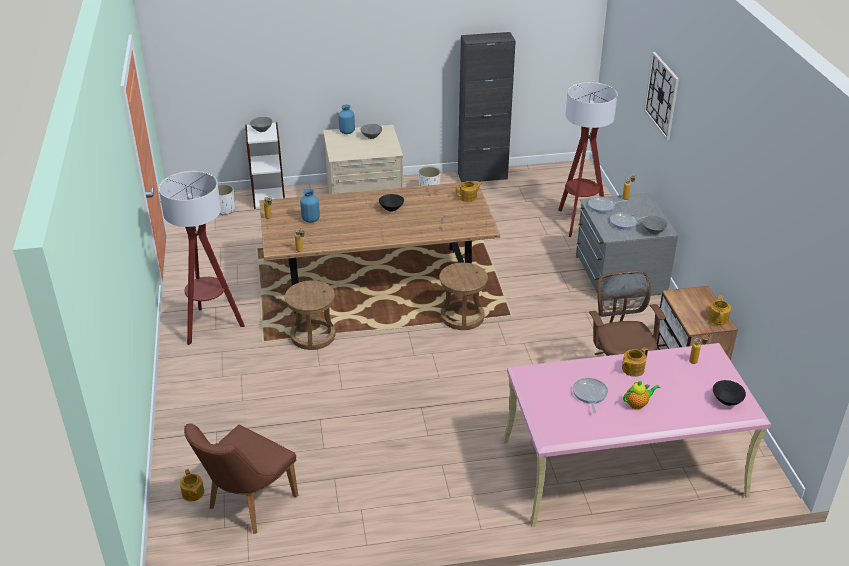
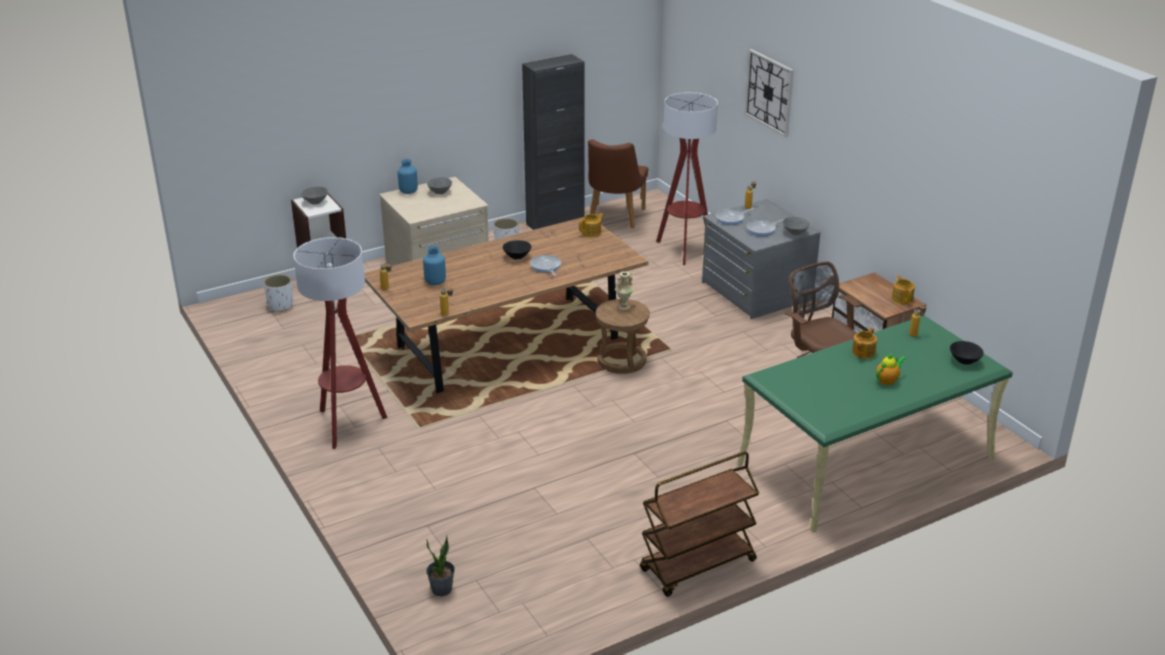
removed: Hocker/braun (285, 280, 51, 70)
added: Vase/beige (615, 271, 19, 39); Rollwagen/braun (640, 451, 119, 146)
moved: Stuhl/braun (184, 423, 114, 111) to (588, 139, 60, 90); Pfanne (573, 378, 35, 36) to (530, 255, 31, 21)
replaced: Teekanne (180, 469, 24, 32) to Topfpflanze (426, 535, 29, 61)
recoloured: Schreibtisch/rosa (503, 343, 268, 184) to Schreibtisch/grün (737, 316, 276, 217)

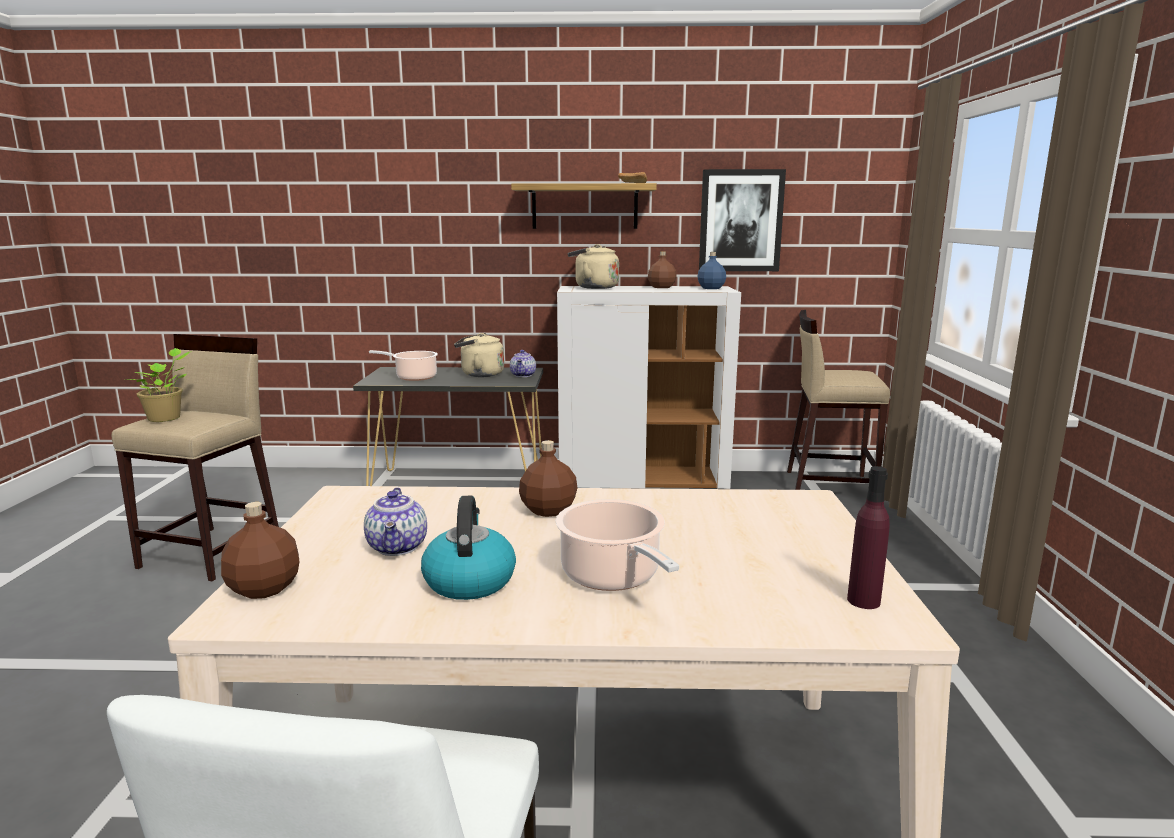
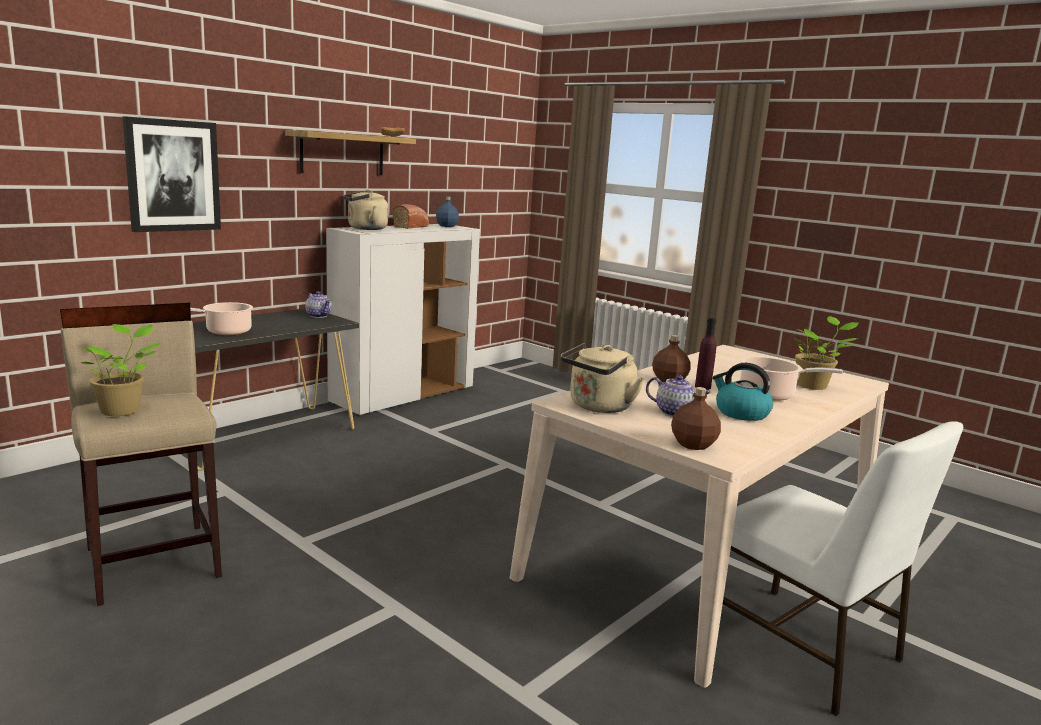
removed: Hocker/beige (787, 310, 103, 180)
added: Topfpflanze (794, 316, 65, 74)
moved: Wasserkessel/beige (454, 333, 50, 44) to (561, 343, 83, 70); Bild (699, 169, 87, 102) to (123, 116, 98, 116); Flasche/lila (847, 466, 43, 143) to (695, 318, 21, 72)
replaced: Flasche/braun (648, 251, 29, 37) to Brot (392, 204, 37, 25)

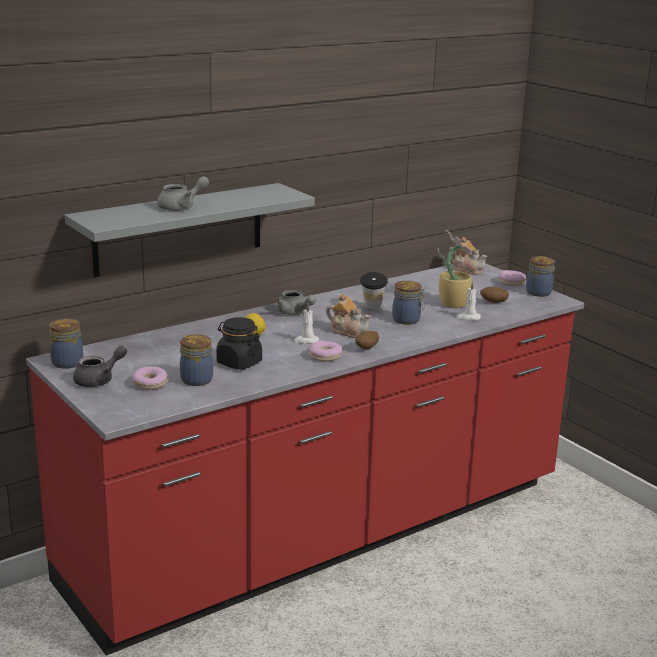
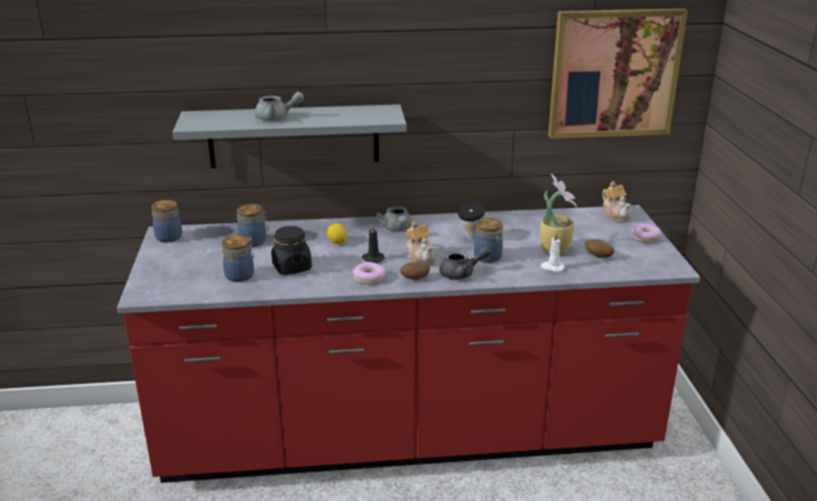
removed: Donut (132, 366, 36, 24)
added: Bild (548, 8, 140, 131)
moved: Teekanne/grau (73, 345, 54, 42) to (439, 247, 52, 32); Vorratsglas (526, 256, 30, 41) to (237, 204, 32, 43)
recoloured: Kerze/weiß (294, 303, 25, 41) to Kerze/schwarz (362, 224, 23, 39)

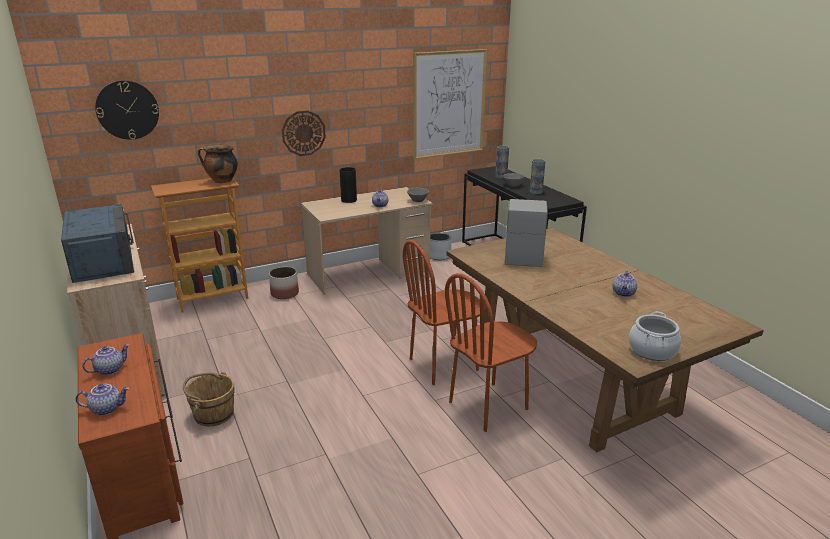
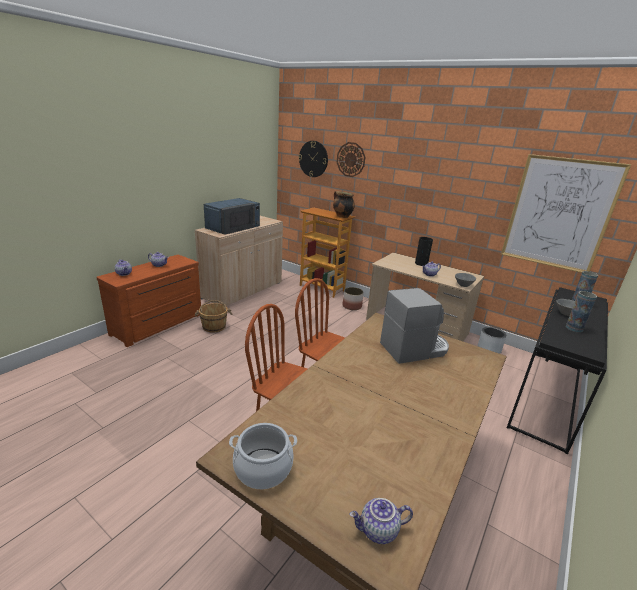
moved: Wanduhr (282, 111, 44, 45) to (337, 142, 28, 35); Teekanne (613, 271, 24, 26) to (349, 498, 64, 46)

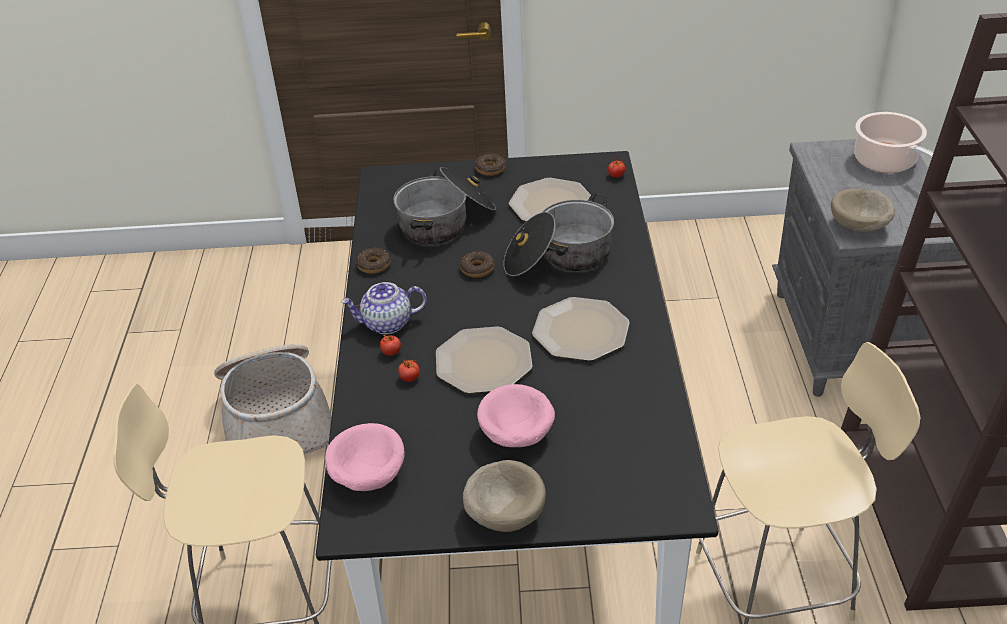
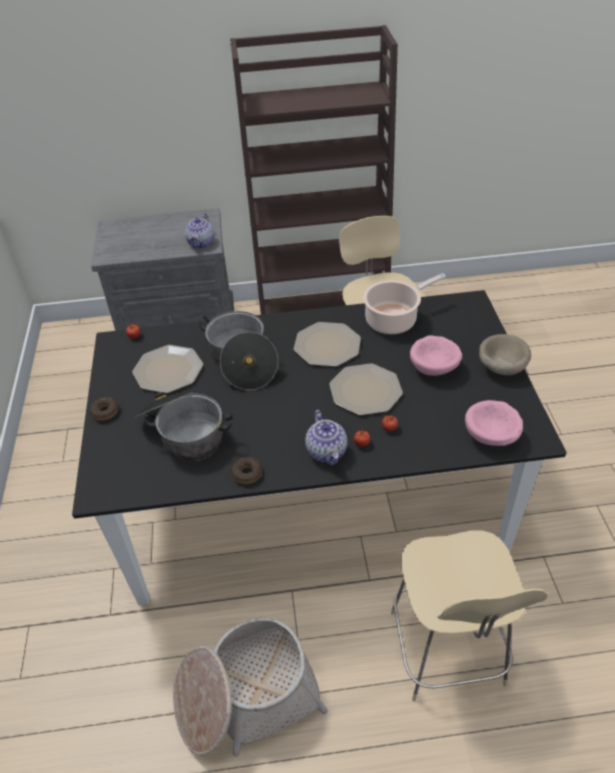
removed: Donut (460, 251, 35, 27)
moved: Kochtopf (854, 112, 80, 61) to (363, 273, 83, 61)
replaced: Schüssel/beige (831, 188, 64, 44) to Teekanne (185, 213, 29, 35)

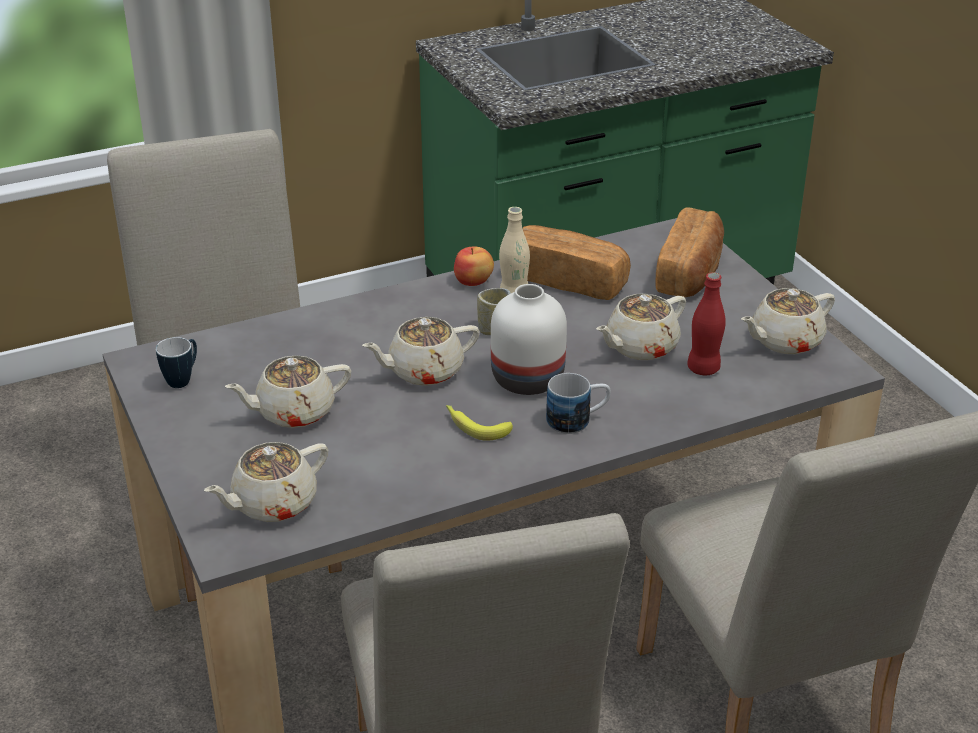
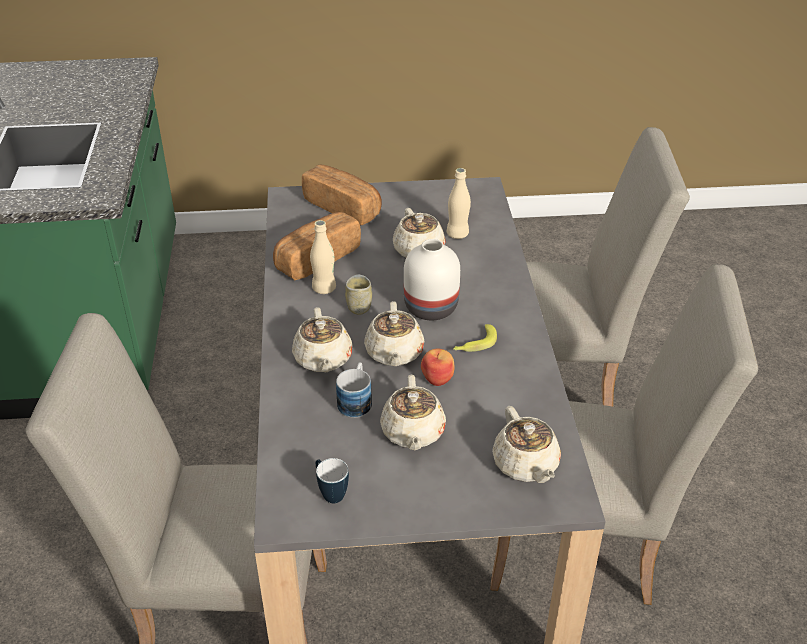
moved: Apfel (454, 247, 40, 39) to (421, 349, 33, 37); Henkelbecher (546, 373, 65, 61) to (336, 362, 36, 56); Teekanne/beige (741, 288, 94, 66) to (292, 307, 60, 66)
recoloured: Flasche/rot (687, 273, 39, 102) to Flasche/beige (447, 168, 24, 71)

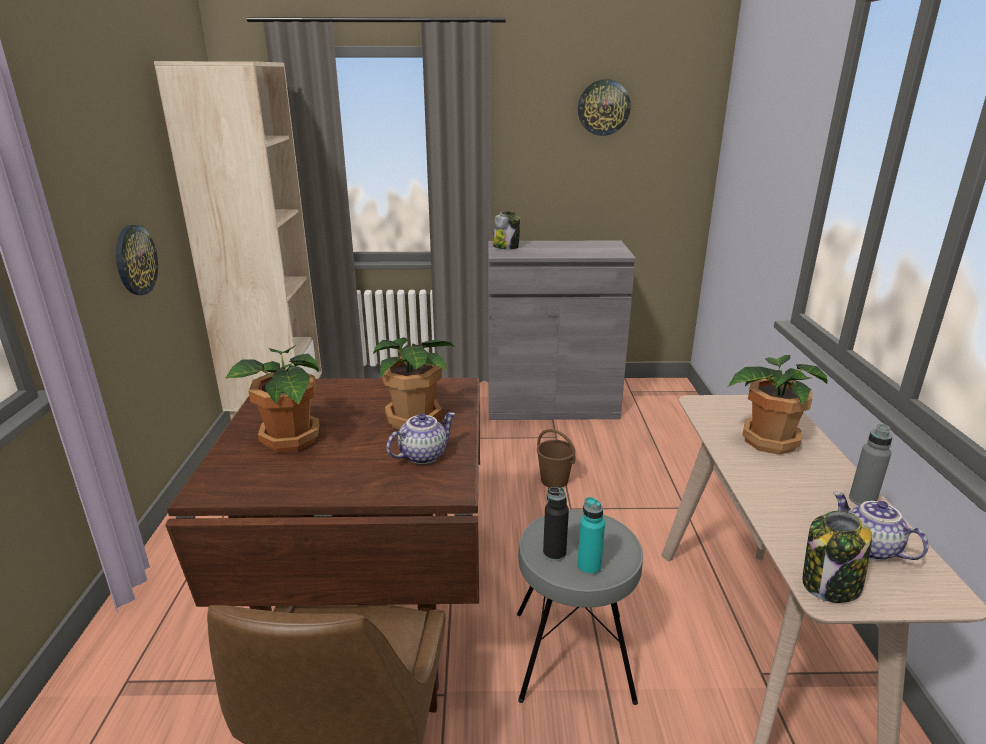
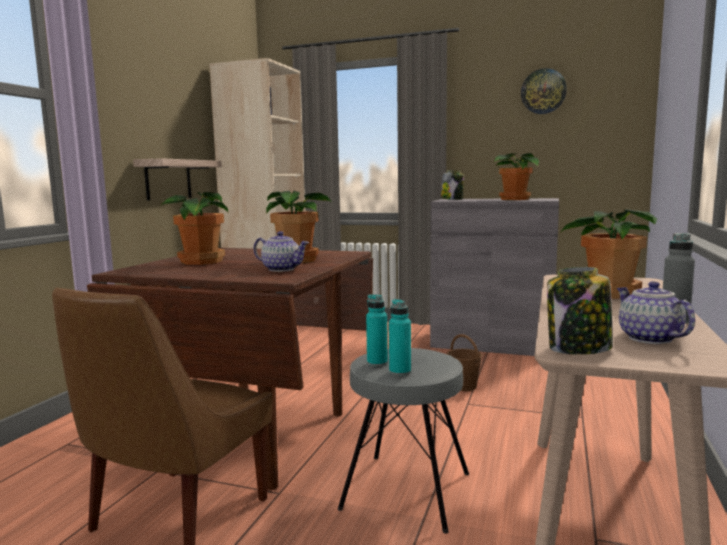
added: Topfpflanze (494, 153, 45, 47)
replaced: Wanduhr (116, 225, 42, 70) to Wandregal (133, 158, 89, 43)
recoloured: Flasche/schwarz (543, 487, 26, 74) to Flasche/türkis (366, 294, 22, 73)
turned: Teekanne (387, 412, 68, 52) = (253, 231, 56, 41) 45 degrees clockwise

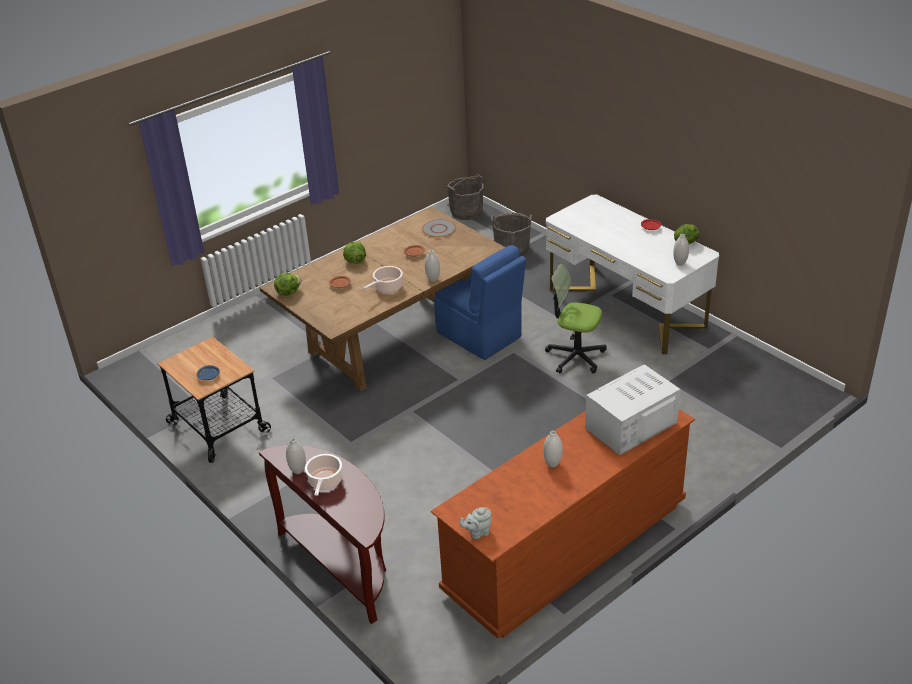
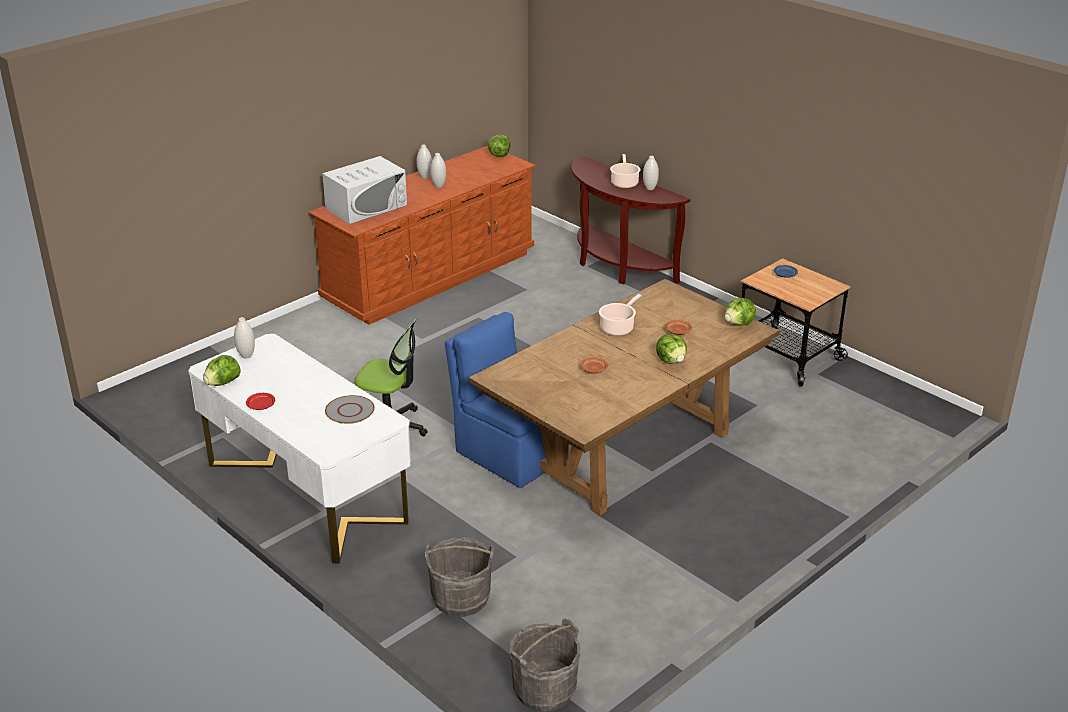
moved: Teller/grau (422, 219, 34, 19) to (325, 395, 50, 29); Vase/weiß (425, 250, 15, 32) to (416, 144, 16, 35)
replaced: Teekanne/grau (460, 507, 31, 32) to Salatkopf (488, 135, 22, 22)

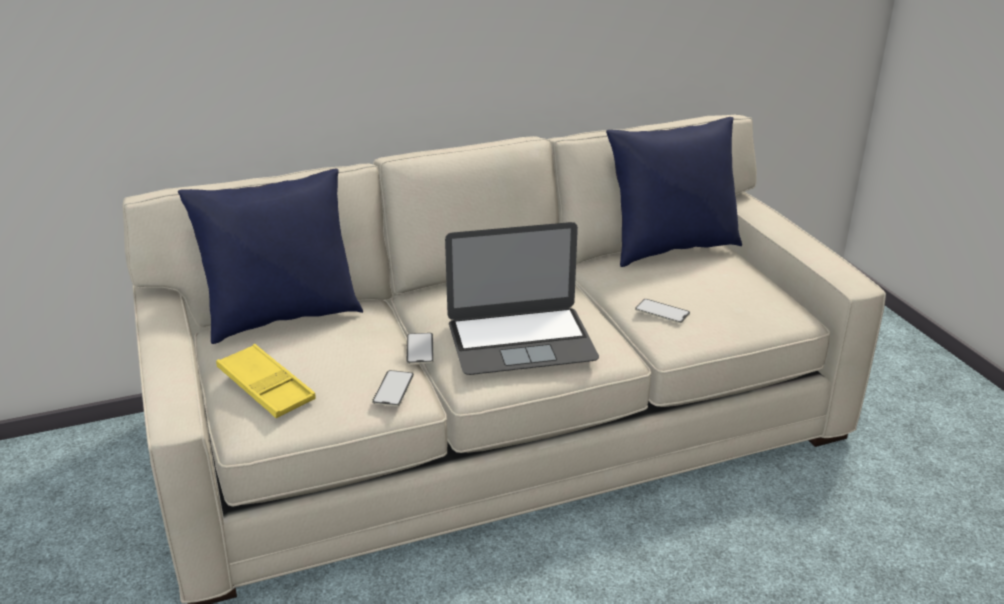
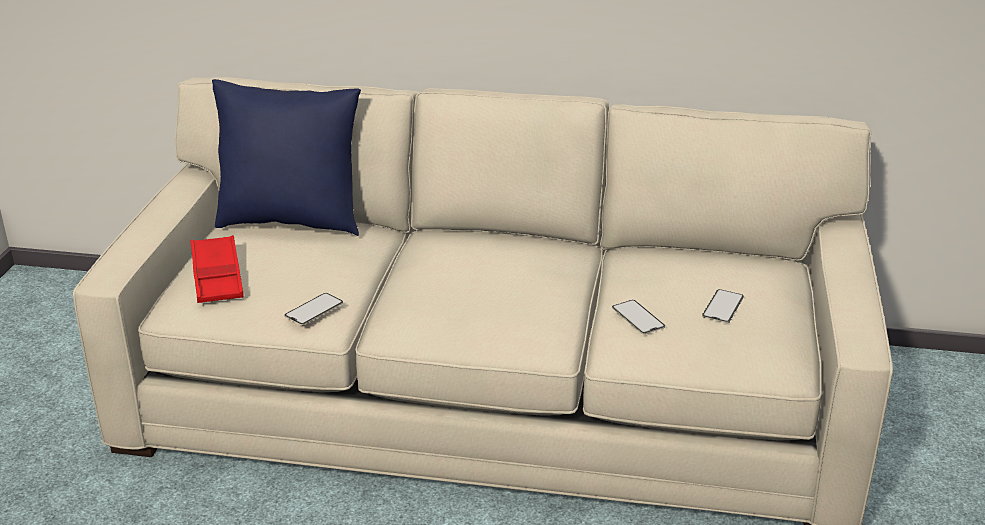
removed: Laptop (445, 222, 154, 153); Kissen/blau (606, 117, 136, 150)
moved: Handy (406, 333, 28, 31) to (702, 289, 42, 34)
recoloured: Tablett/gelb (216, 344, 100, 74) to Tablett/rot (191, 235, 53, 68)

